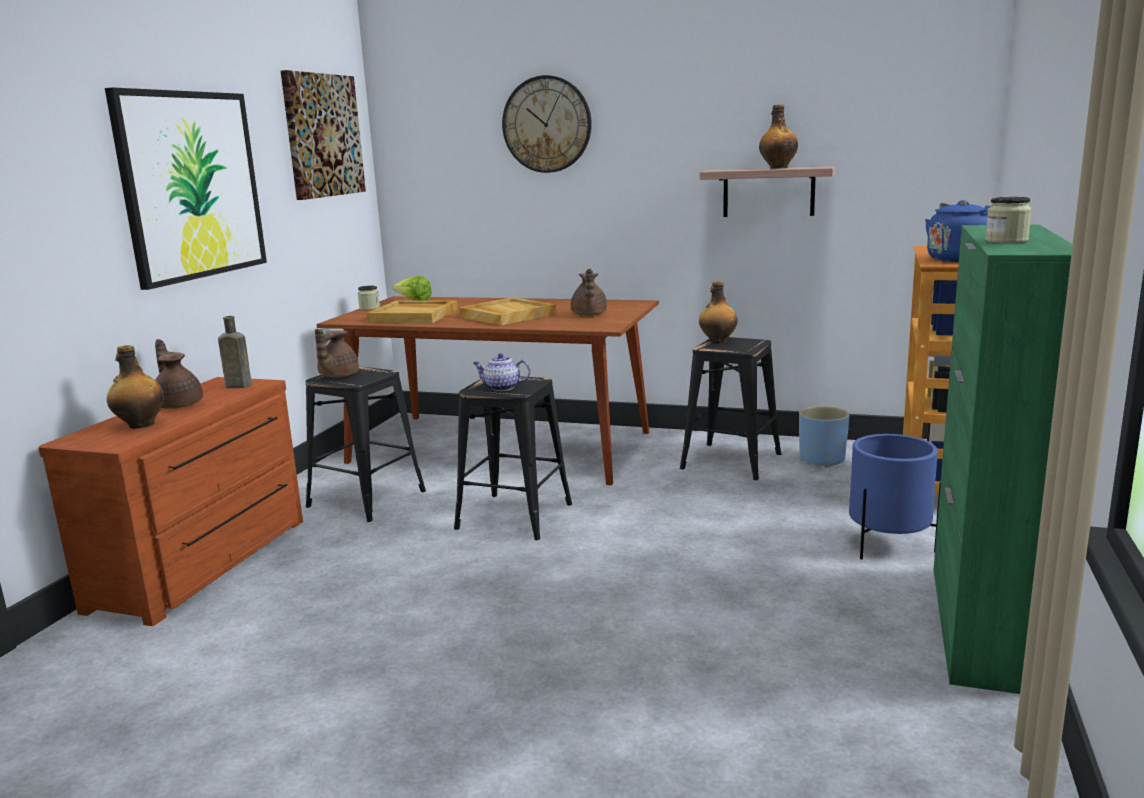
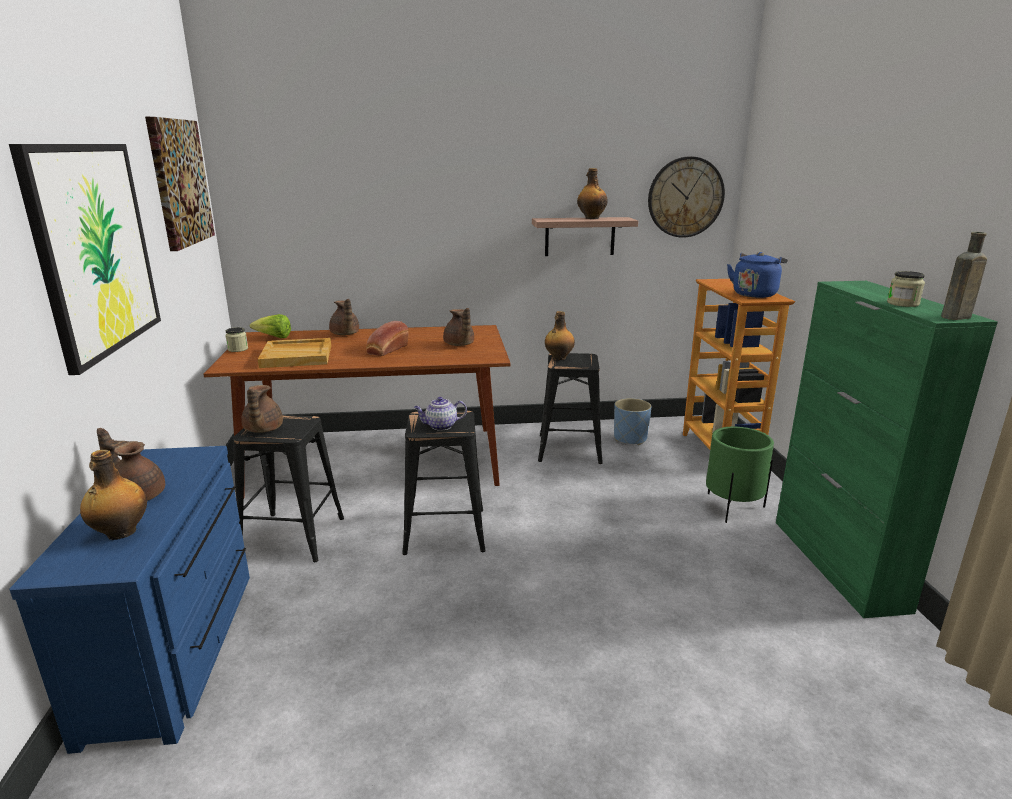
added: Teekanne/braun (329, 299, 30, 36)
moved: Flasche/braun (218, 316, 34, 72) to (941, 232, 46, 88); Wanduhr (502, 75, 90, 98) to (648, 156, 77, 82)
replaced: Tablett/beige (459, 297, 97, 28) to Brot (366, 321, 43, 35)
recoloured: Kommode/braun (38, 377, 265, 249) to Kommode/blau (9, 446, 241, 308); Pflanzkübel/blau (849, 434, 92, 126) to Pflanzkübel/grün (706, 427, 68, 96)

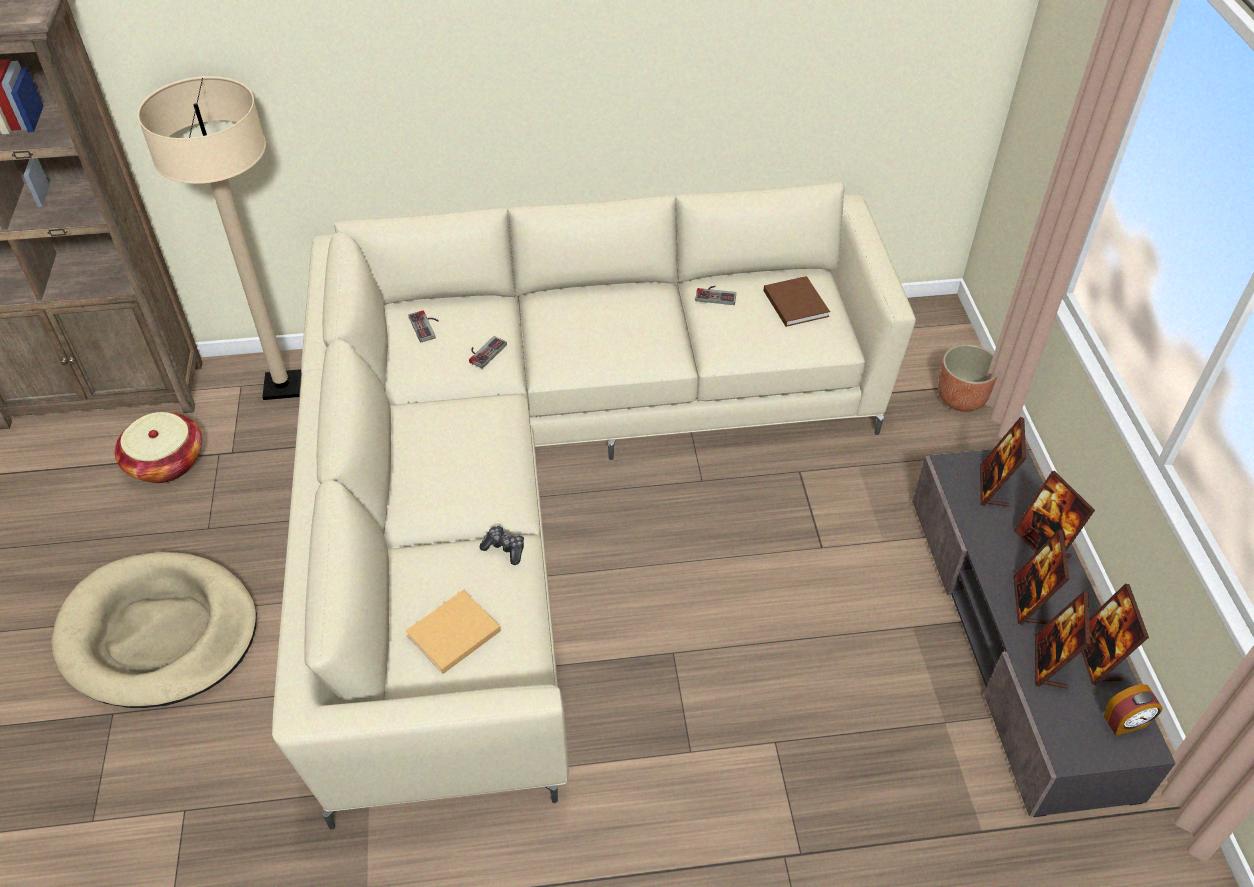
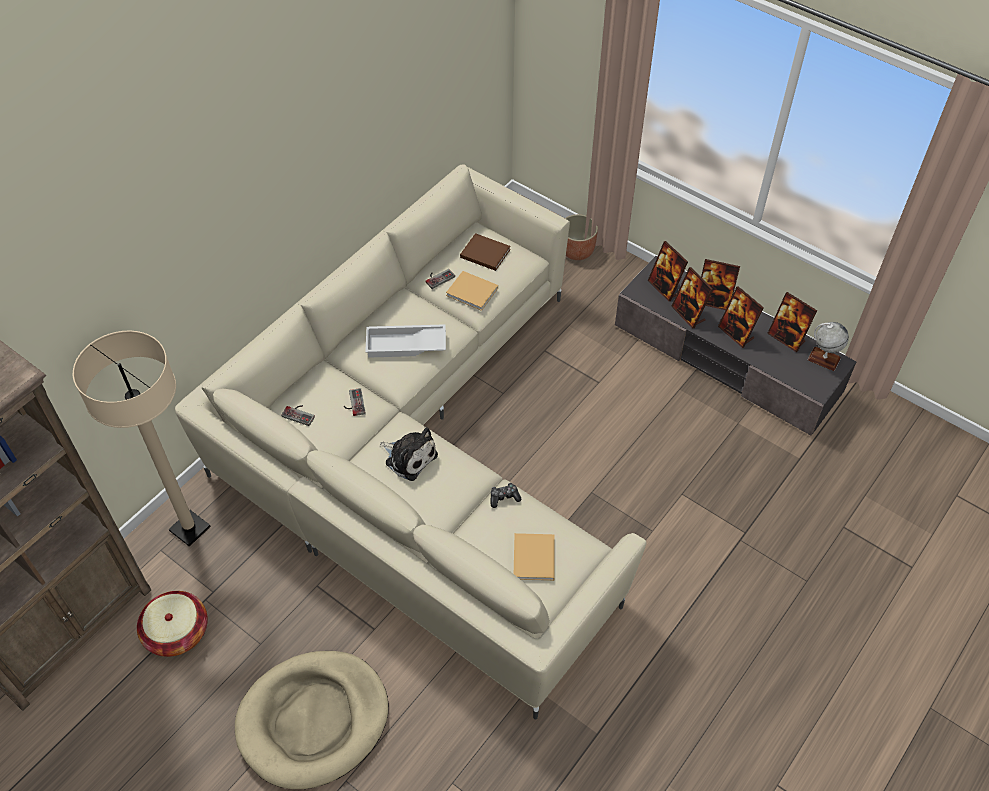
added: Tablett/weiß (365, 324, 81, 34); Plüschtier (380, 427, 58, 54); Buch/beige (446, 271, 52, 40)
moved: Bilderrahmen (1035, 591, 55, 98) to (671, 267, 42, 62)
replaced: Wecker (1104, 684, 59, 52) to Globus (808, 322, 41, 49)

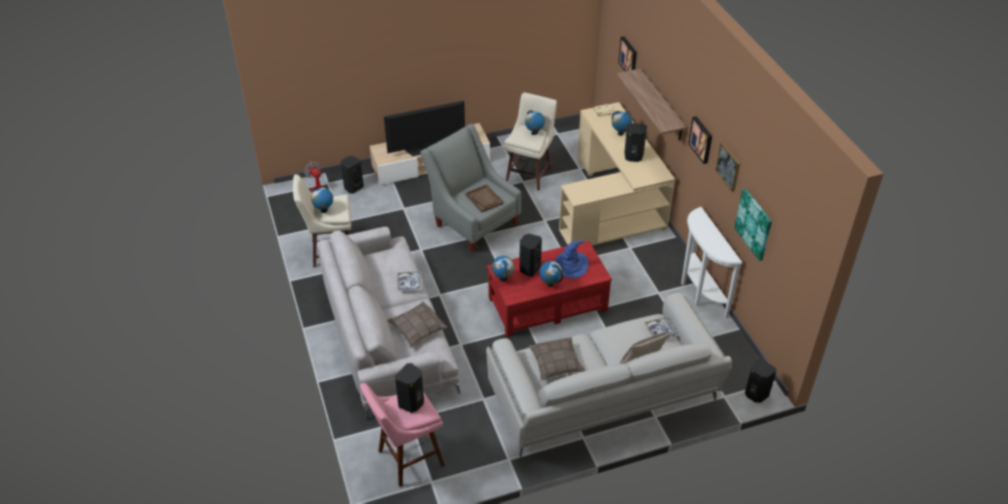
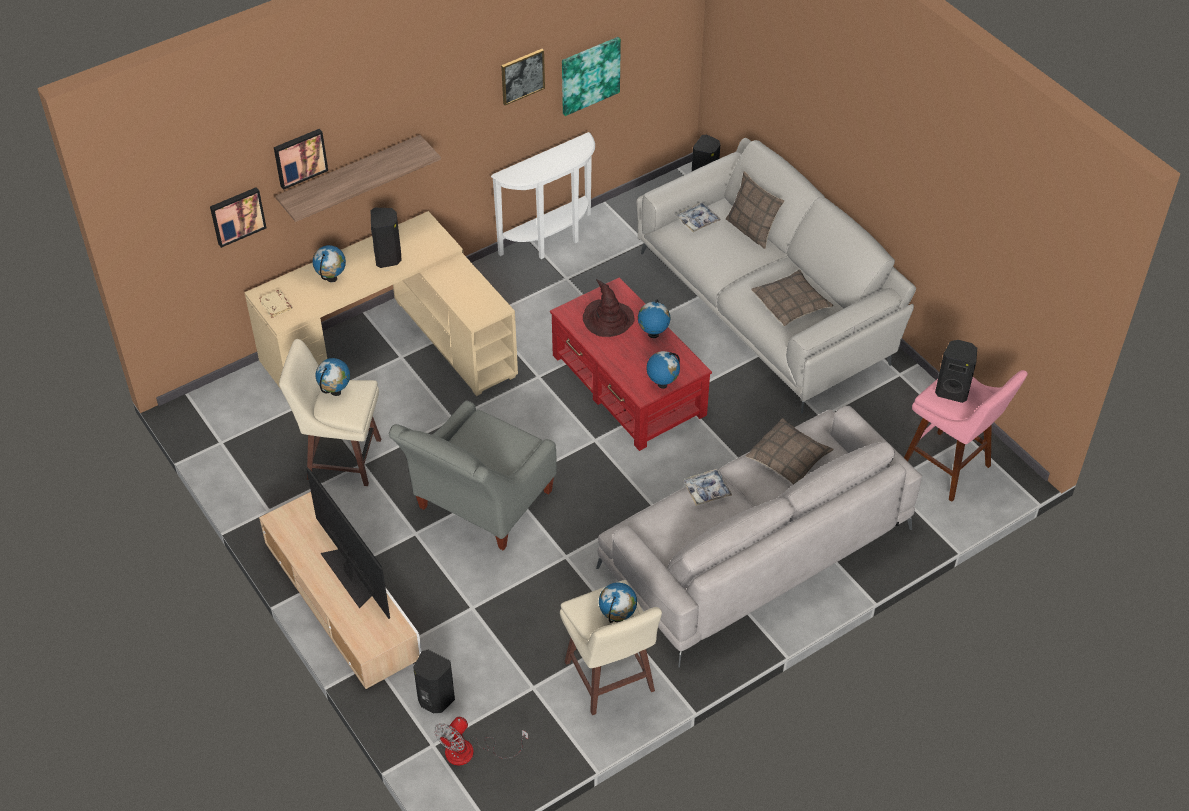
removed: Tablett/braun (465, 184, 38, 29); Lautsprecher/schwarz (519, 234, 23, 43)
moved: Bild (688, 116, 24, 48) to (274, 129, 54, 61)
recoloured: Hut/blau (555, 241, 33, 37) to Hut/braun (583, 279, 51, 58)

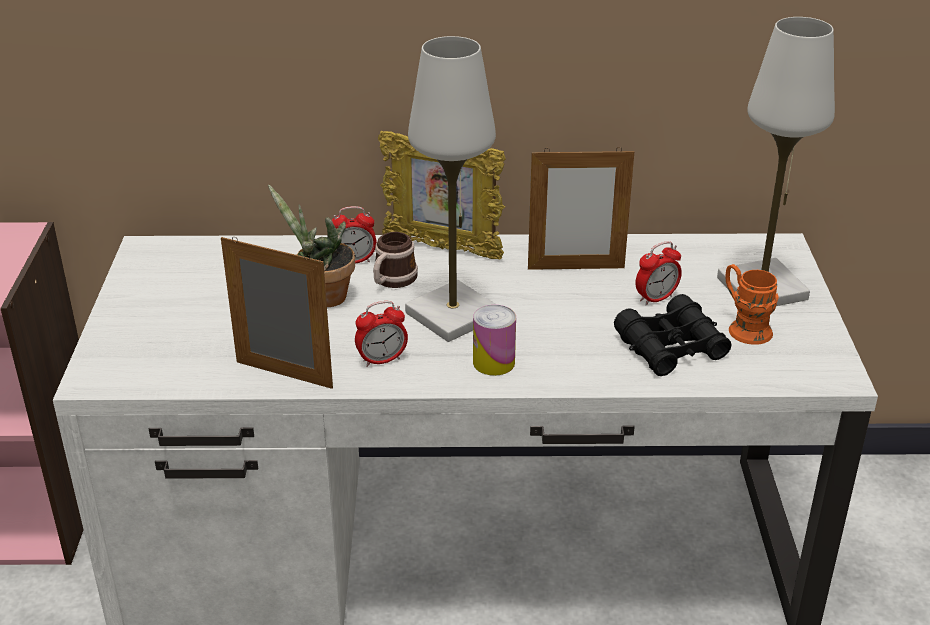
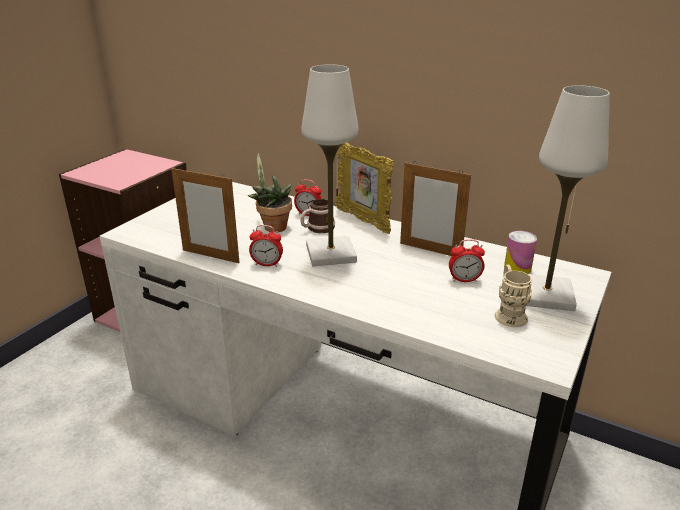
removed: Fernglas/schwarz (614, 294, 118, 82)
moved: Dose (473, 305, 43, 71) to (504, 231, 33, 43)
recoloured: Henkelbecher/orange (725, 264, 54, 81) to Henkelbecher/beige (494, 265, 38, 62)
turned: Bilderrahmen (221, 237, 112, 152) = (171, 166, 69, 97) 150 degrees clockwise

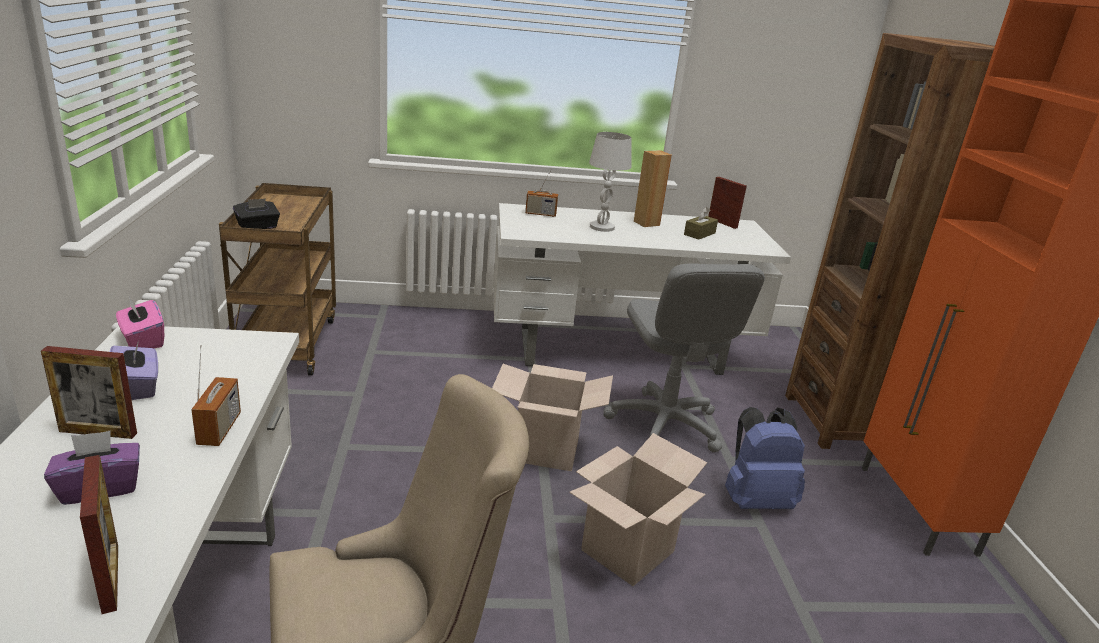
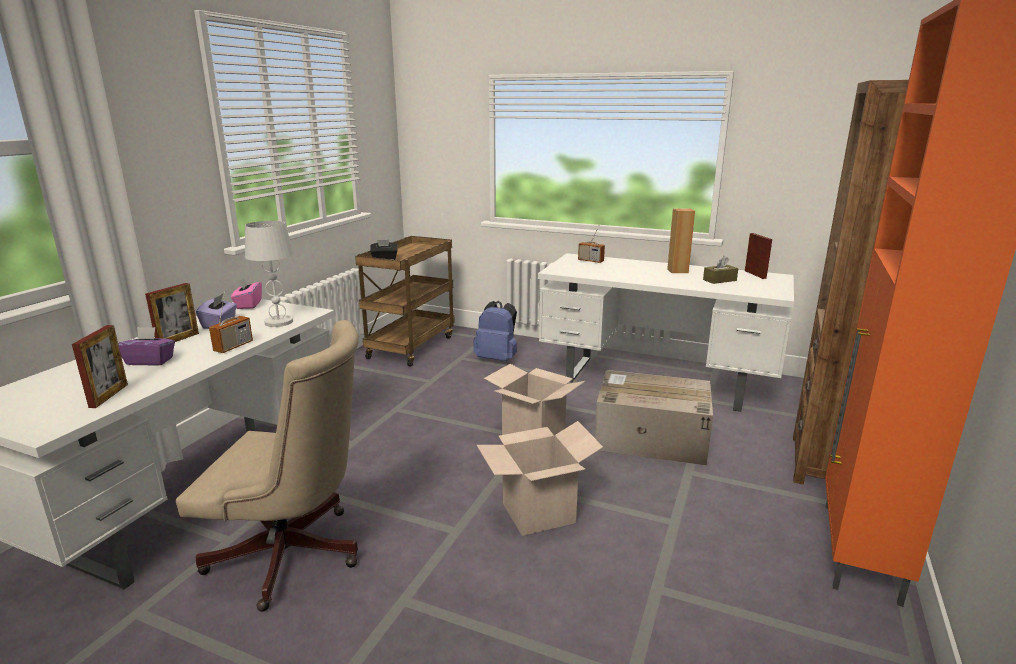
moved: Tischlampe/weiß (589, 132, 43, 100) to (245, 221, 49, 106); Rucksack/blau (725, 407, 80, 102) to (473, 301, 44, 60)
replaced: Bürostuhl/grau (603, 263, 162, 189) to Karton (595, 370, 118, 96)
turned: Bilderrahmen (41, 346, 96, 93) = (145, 283, 54, 59) 90 degrees counterclockwise

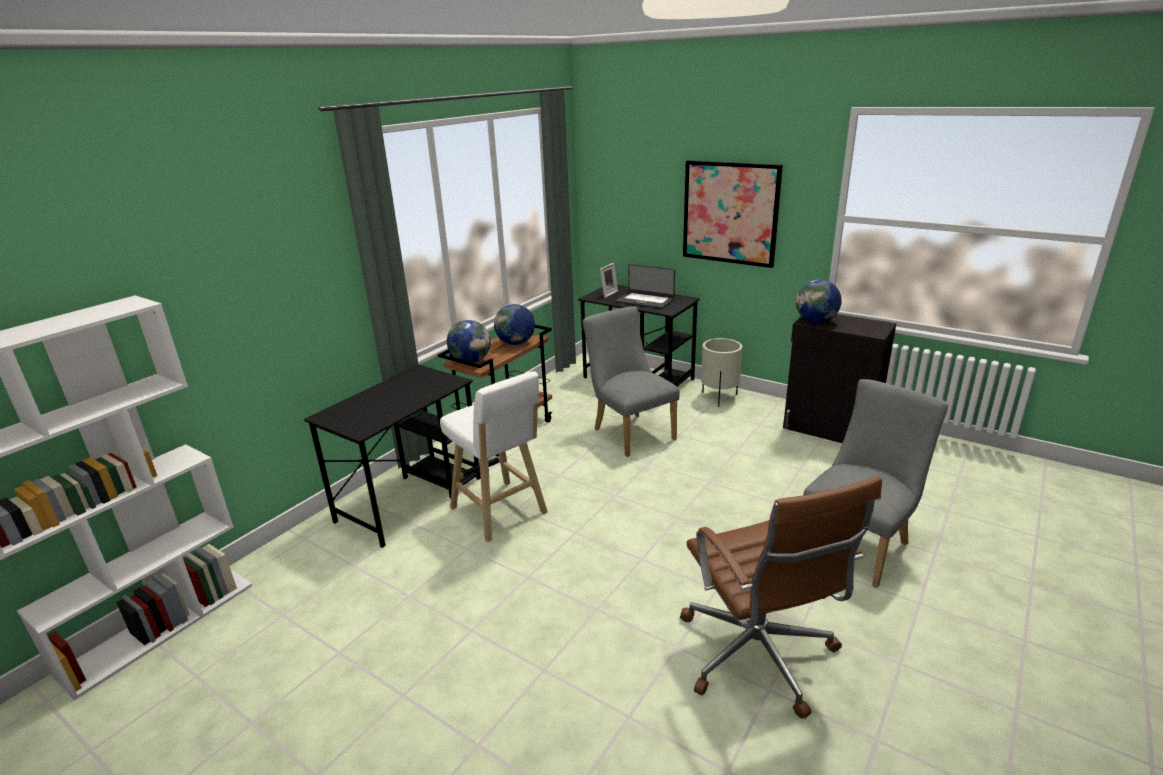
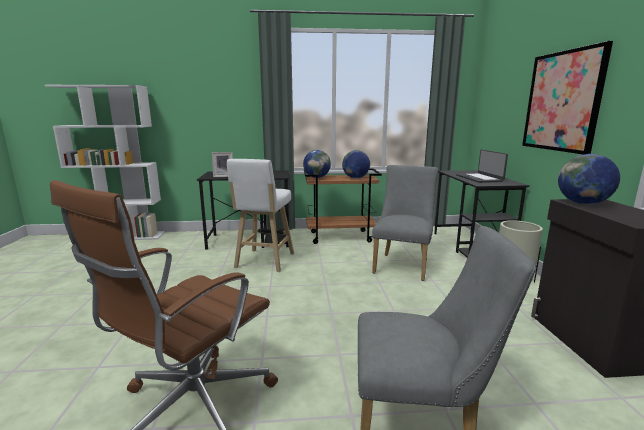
moved: Bilderrahmen (600, 263, 18, 35) to (212, 152, 21, 25)

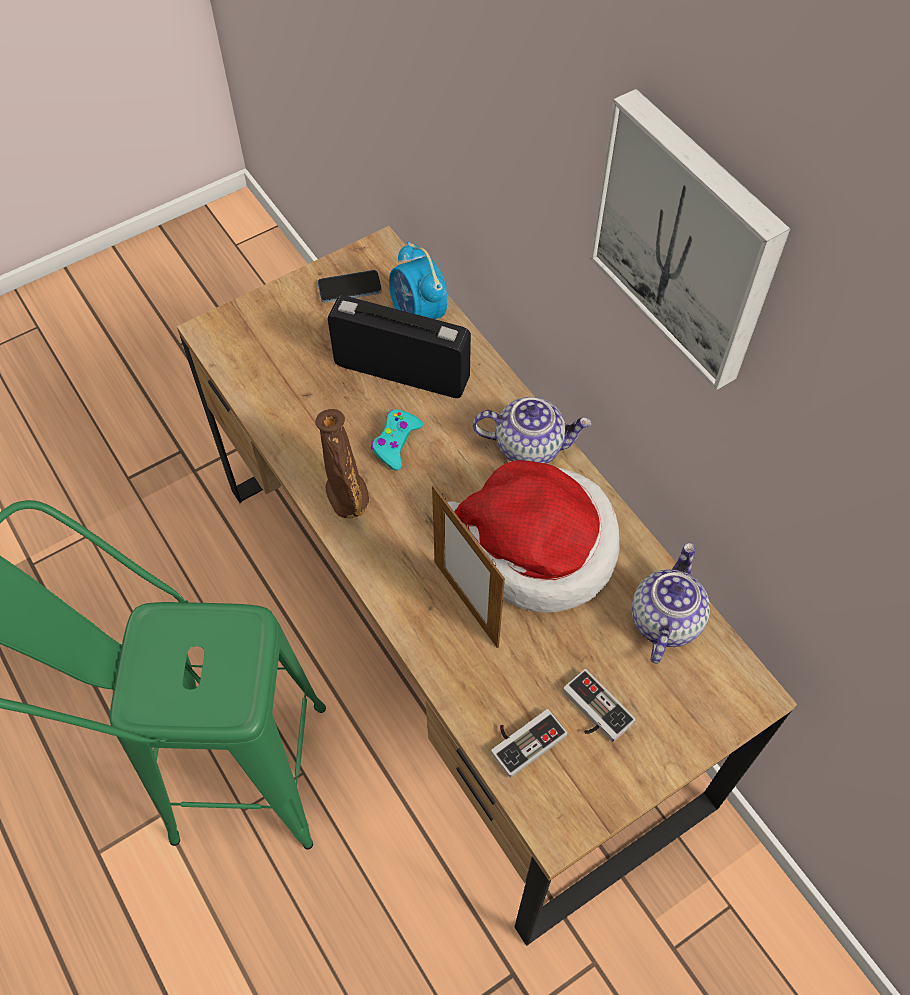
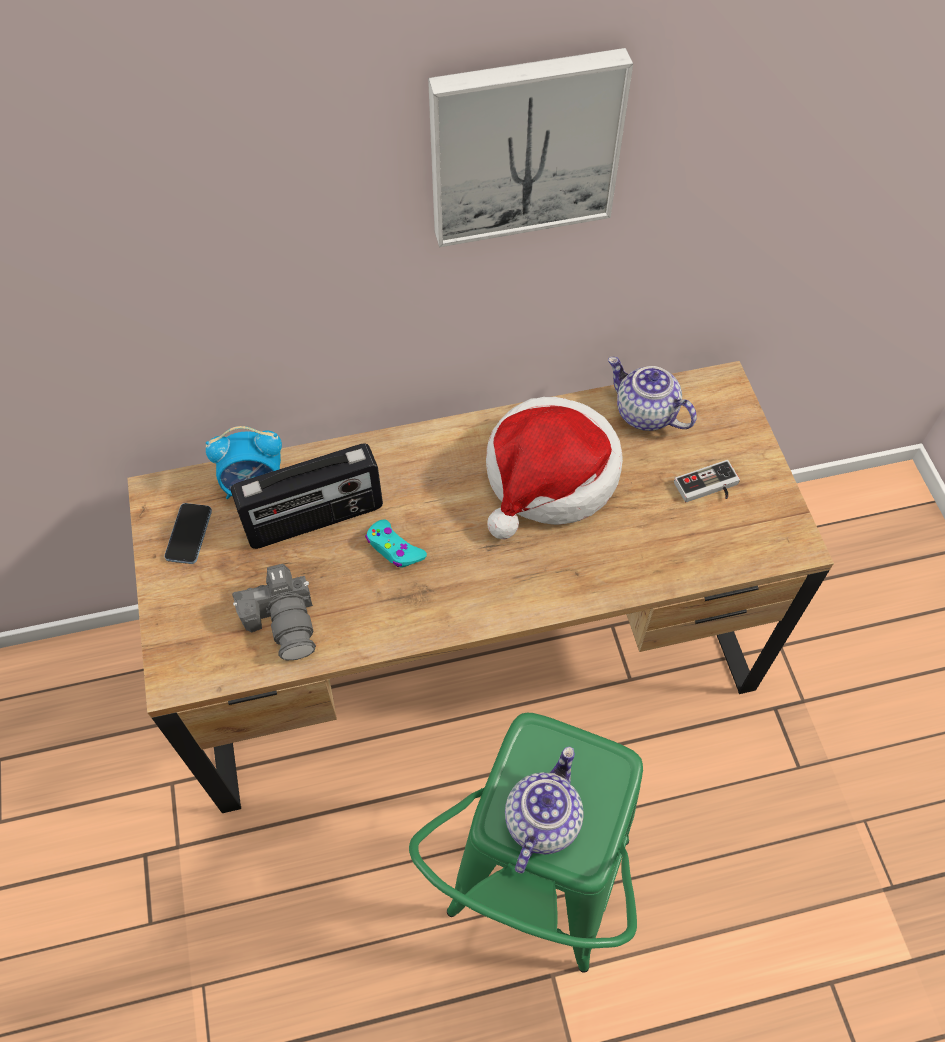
removed: Vase/braun (315, 409, 54, 109); Bilderrahmen (432, 485, 73, 163); Gamepad (491, 709, 77, 69)
added: Kamera (232, 564, 84, 97)
moved: Teekanne (473, 397, 119, 67) to (505, 746, 79, 128)
turned: Radio (328, 295, 143, 103) = (231, 443, 152, 106) 150 degrees counterclockwise

